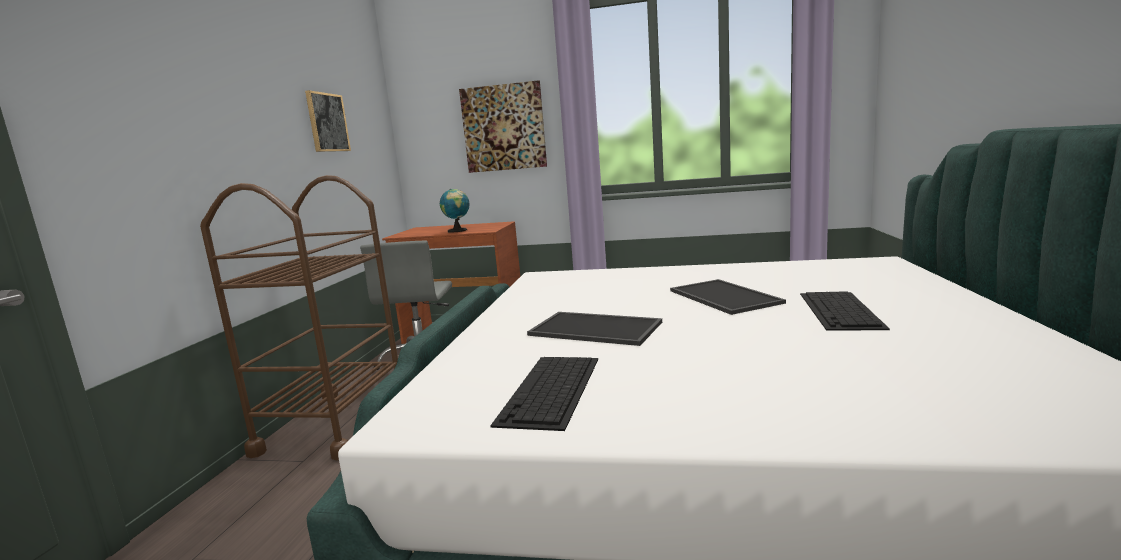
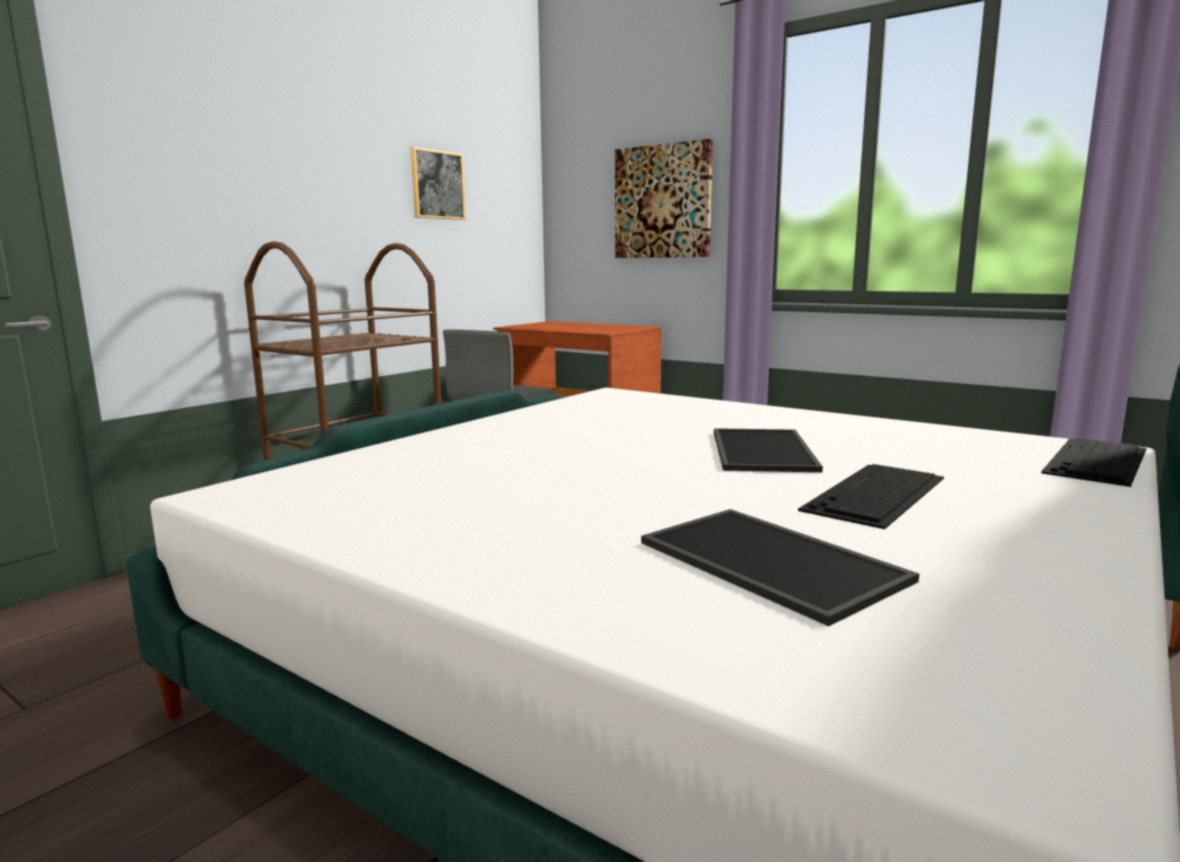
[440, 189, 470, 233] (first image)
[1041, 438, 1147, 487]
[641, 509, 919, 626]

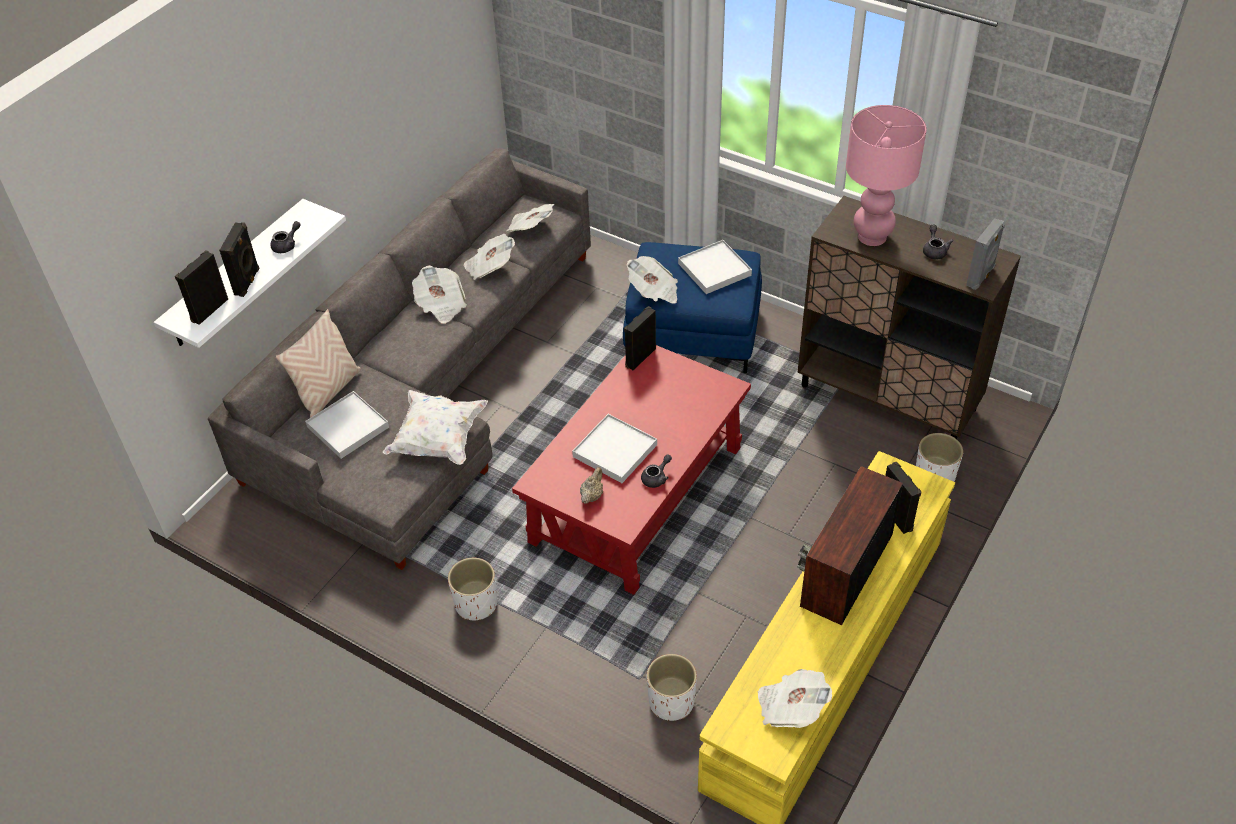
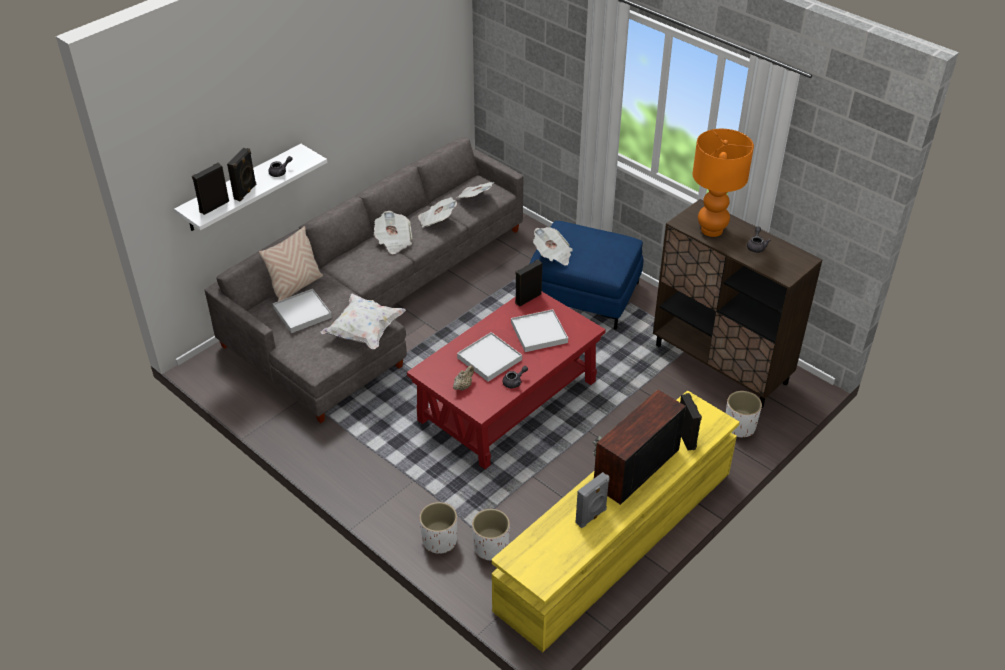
[419, 502, 457, 554]
[511, 309, 568, 352]
[758, 669, 832, 728] (first image)
[693, 129, 754, 237]
[575, 472, 609, 528]

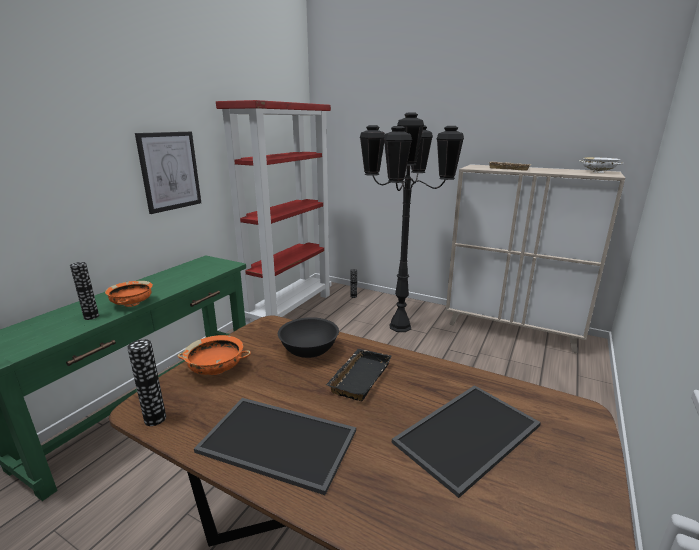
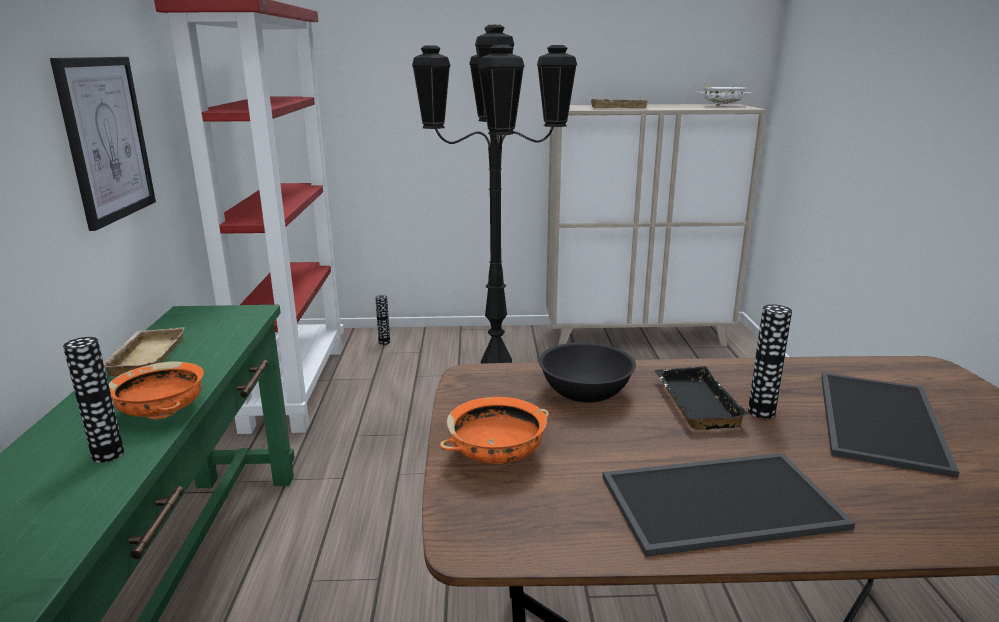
[748, 304, 792, 419]
[104, 327, 185, 377]

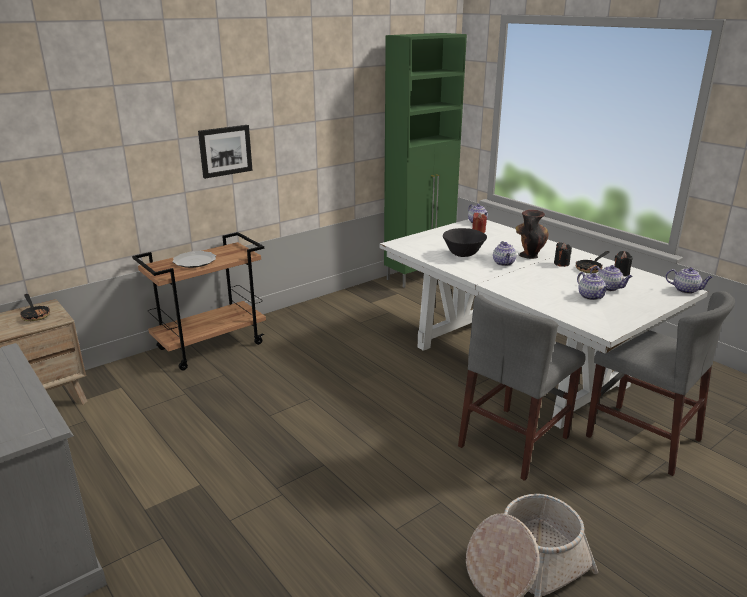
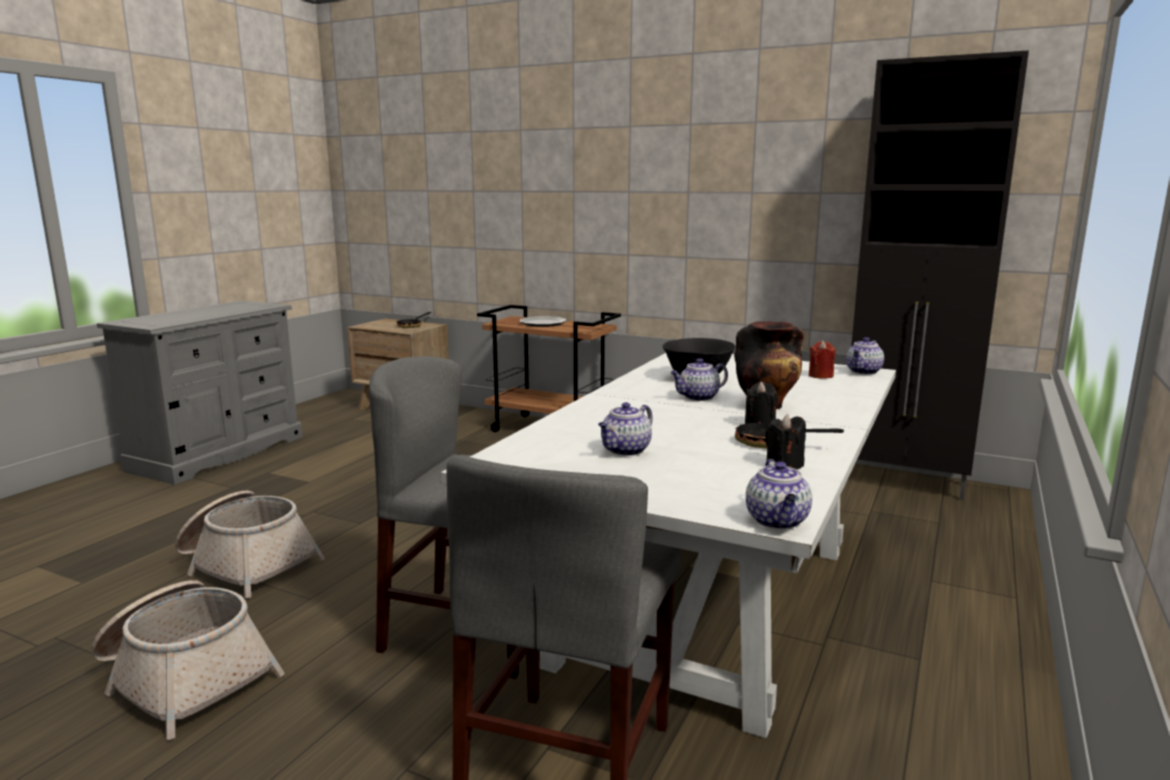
[198, 125, 253, 179] (first image)
[847, 50, 1029, 500]
[590, 265, 633, 291] (first image)
[175, 491, 325, 598]

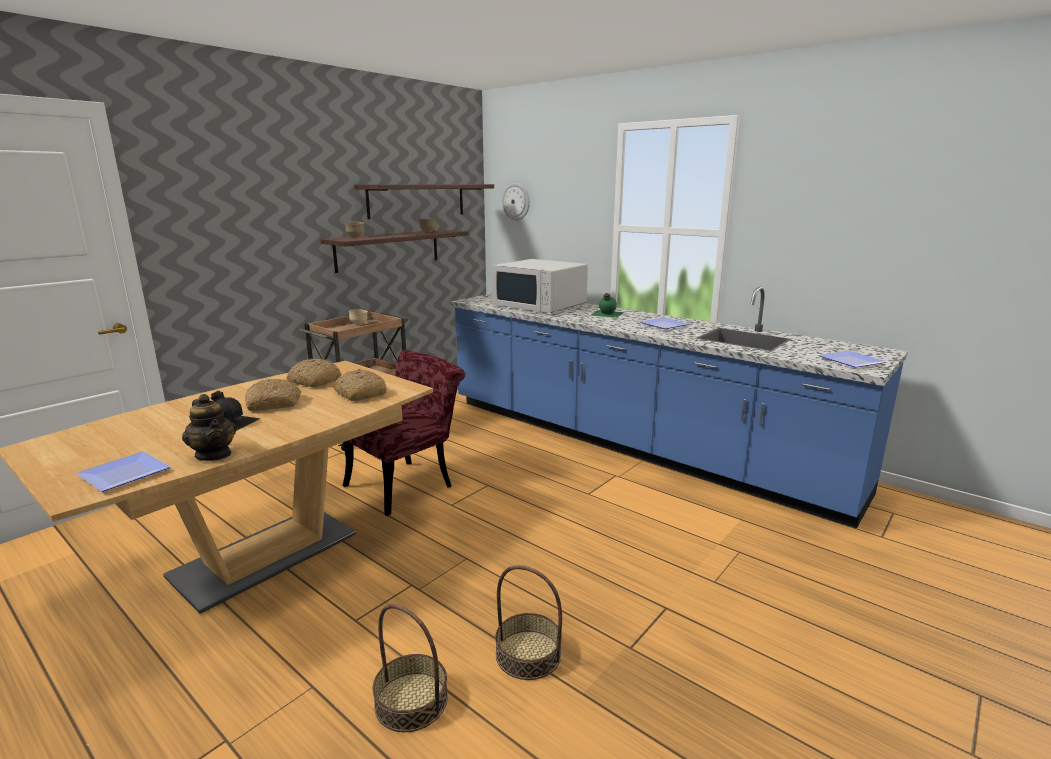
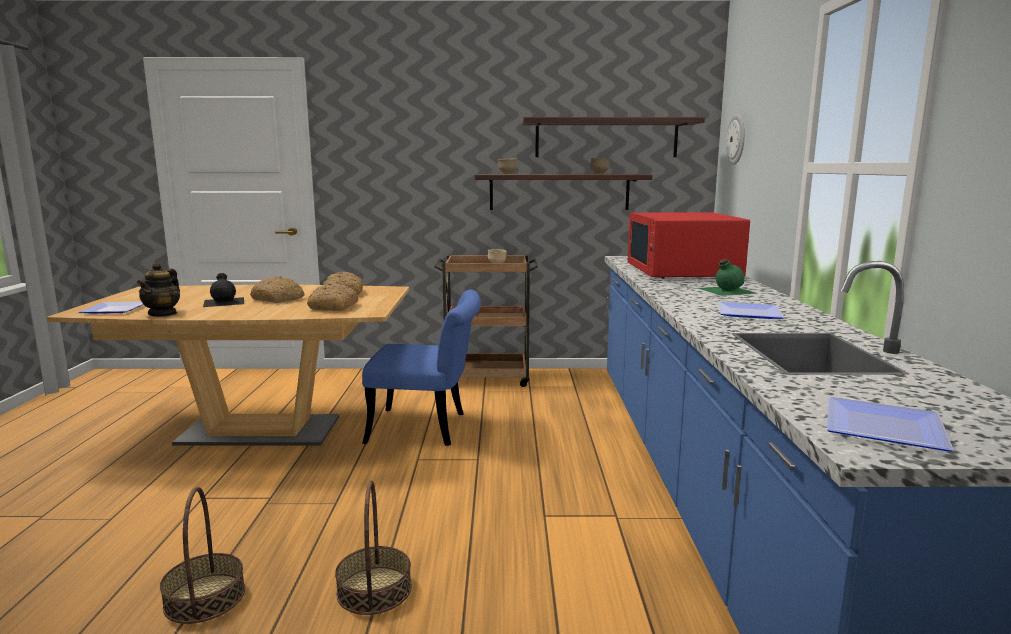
[362, 290, 481, 446]
[335, 481, 412, 615]
[628, 212, 750, 279]

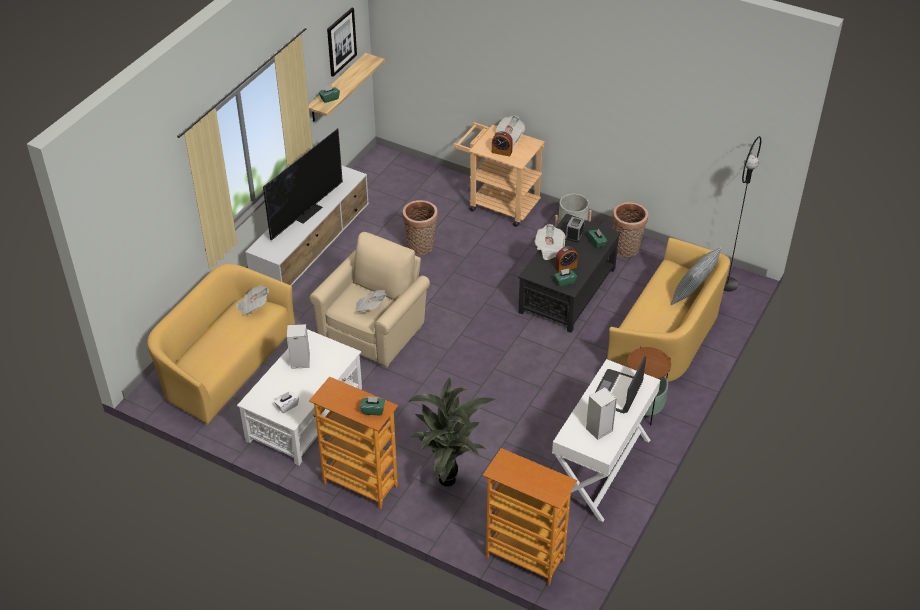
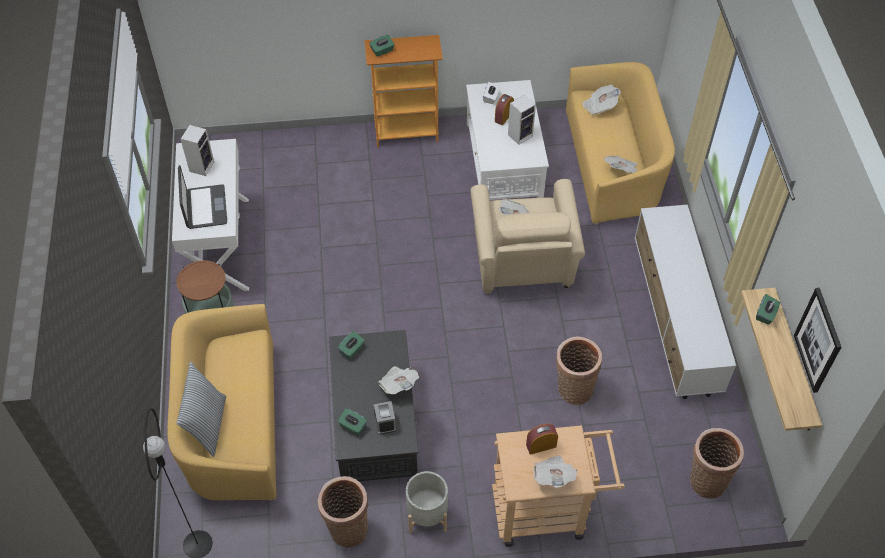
[263, 128, 343, 241] (first image)
[408, 377, 495, 487] (first image)
[483, 448, 577, 586] (first image)
[495, 94, 514, 125]
[582, 85, 621, 115]
[690, 428, 744, 499]

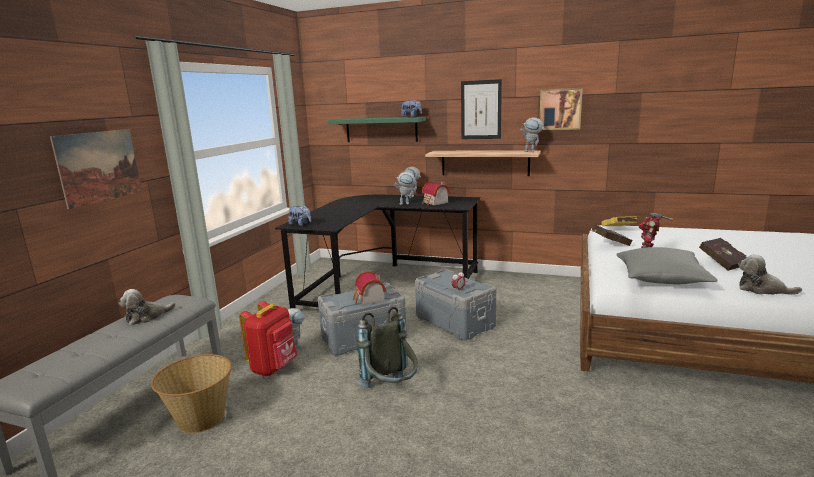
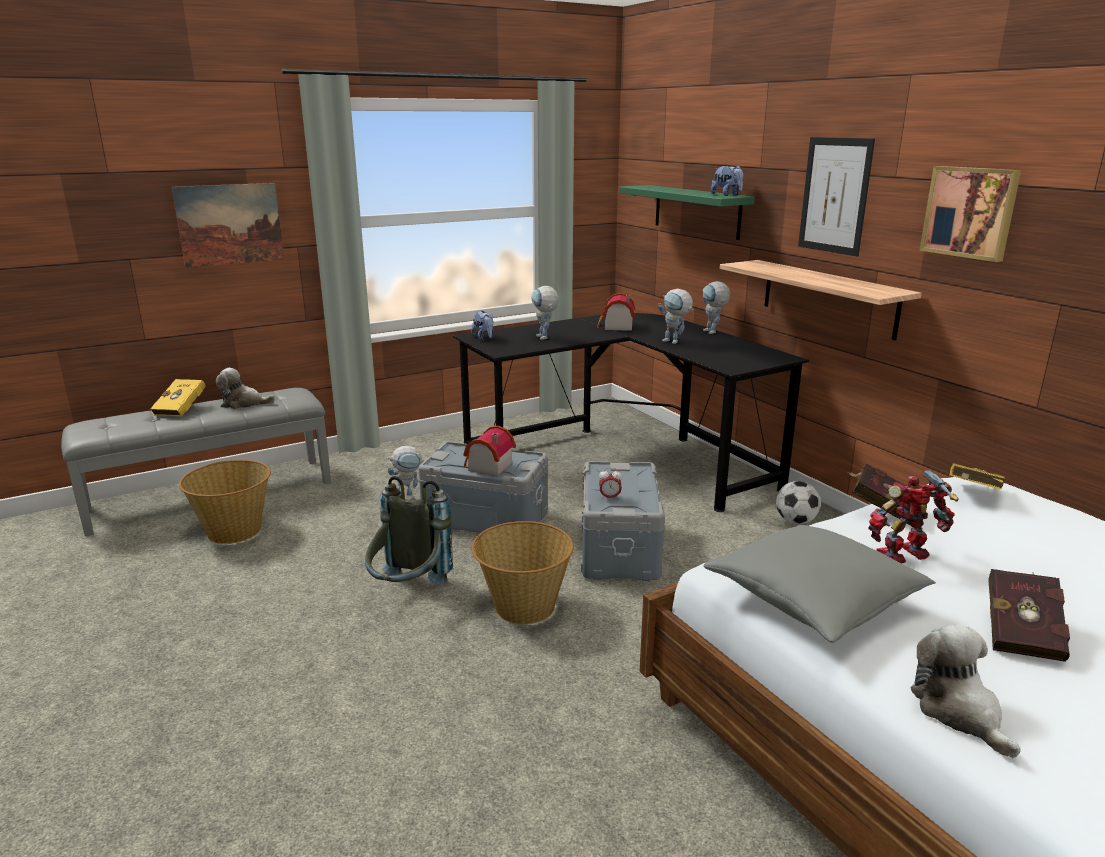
[239, 301, 297, 376] (first image)
[597, 293, 635, 331]
[531, 286, 559, 340]
[150, 379, 206, 416]
[471, 521, 574, 624]
[776, 481, 821, 524]

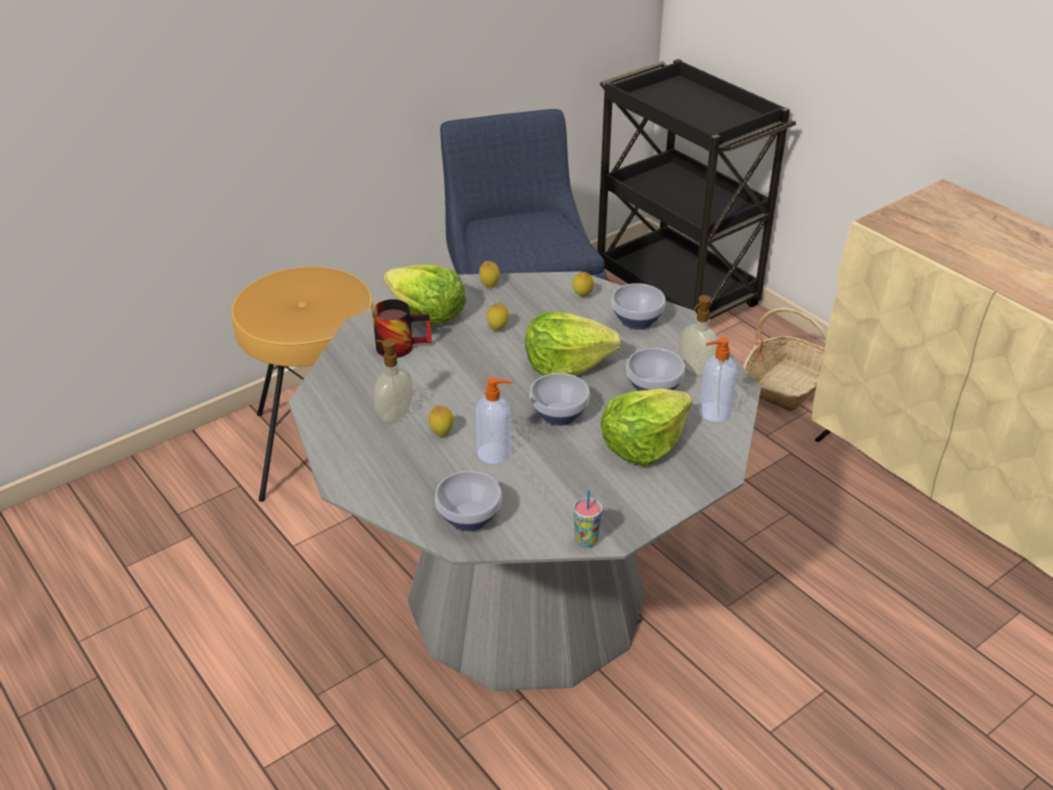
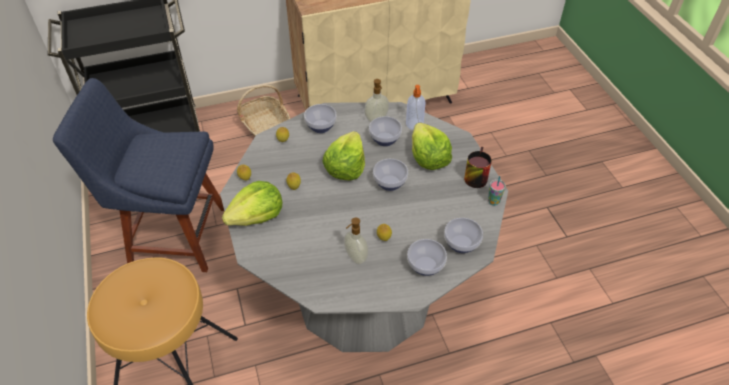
[464, 147, 492, 188]
[476, 377, 513, 464] (first image)
[407, 239, 447, 276]

